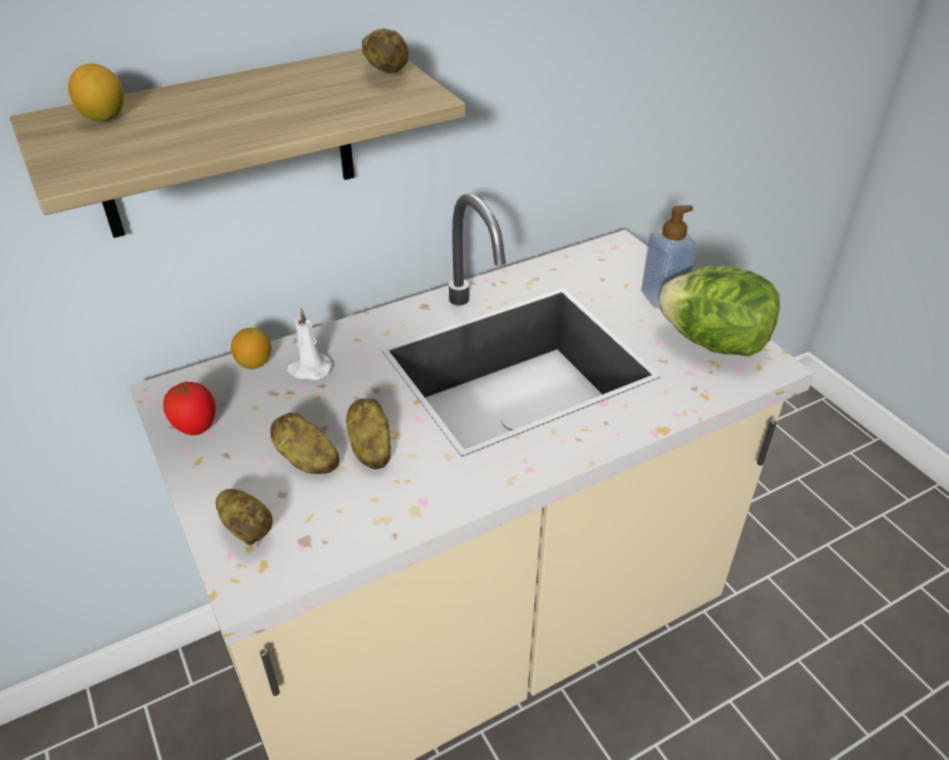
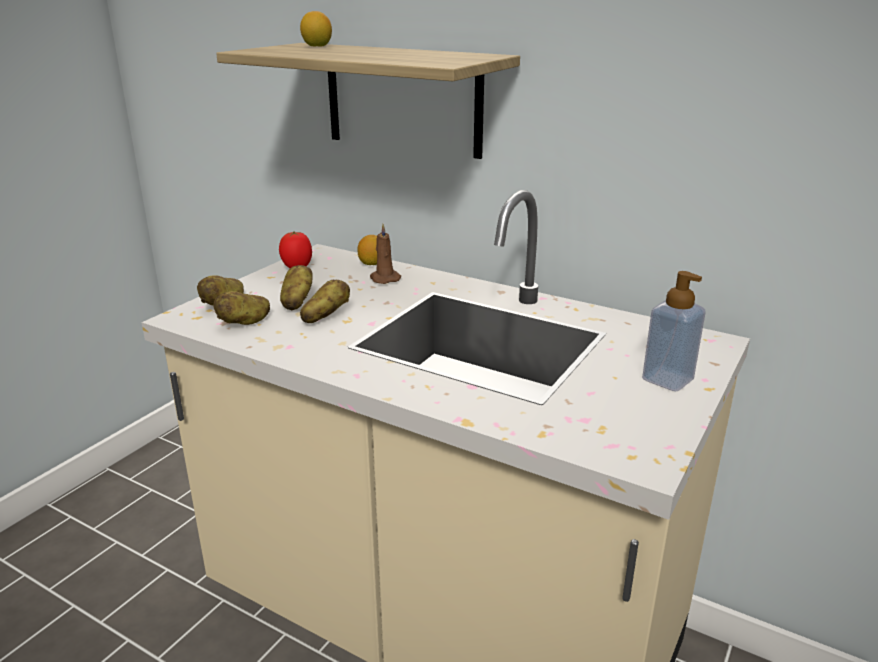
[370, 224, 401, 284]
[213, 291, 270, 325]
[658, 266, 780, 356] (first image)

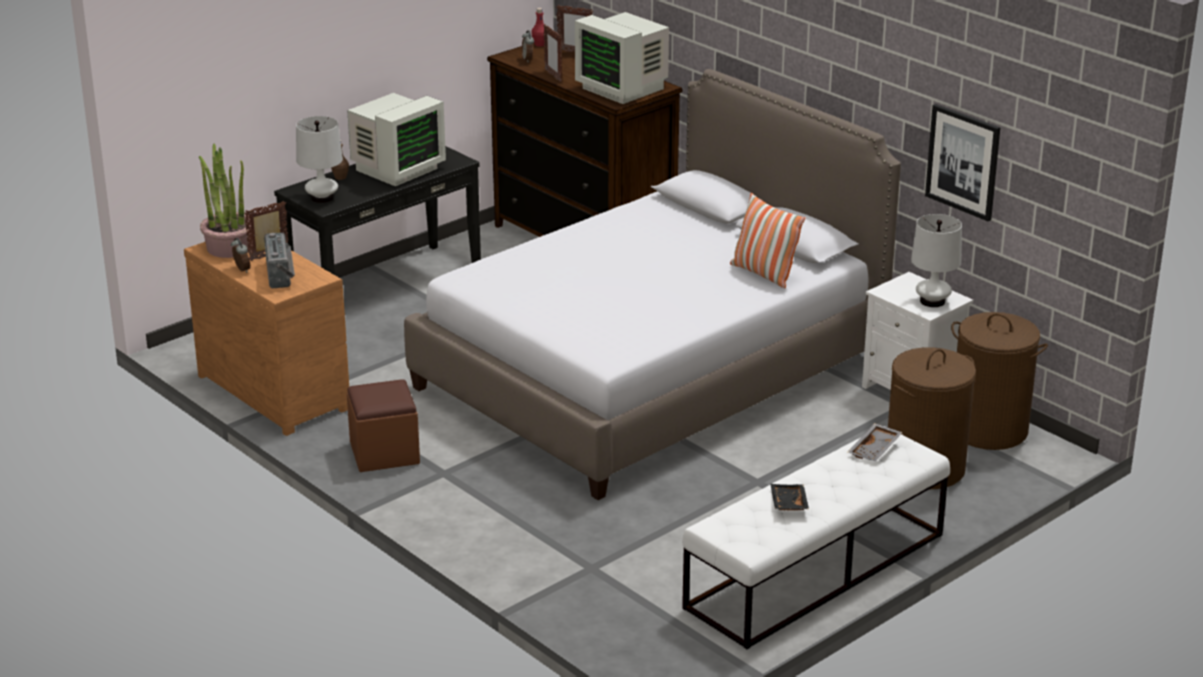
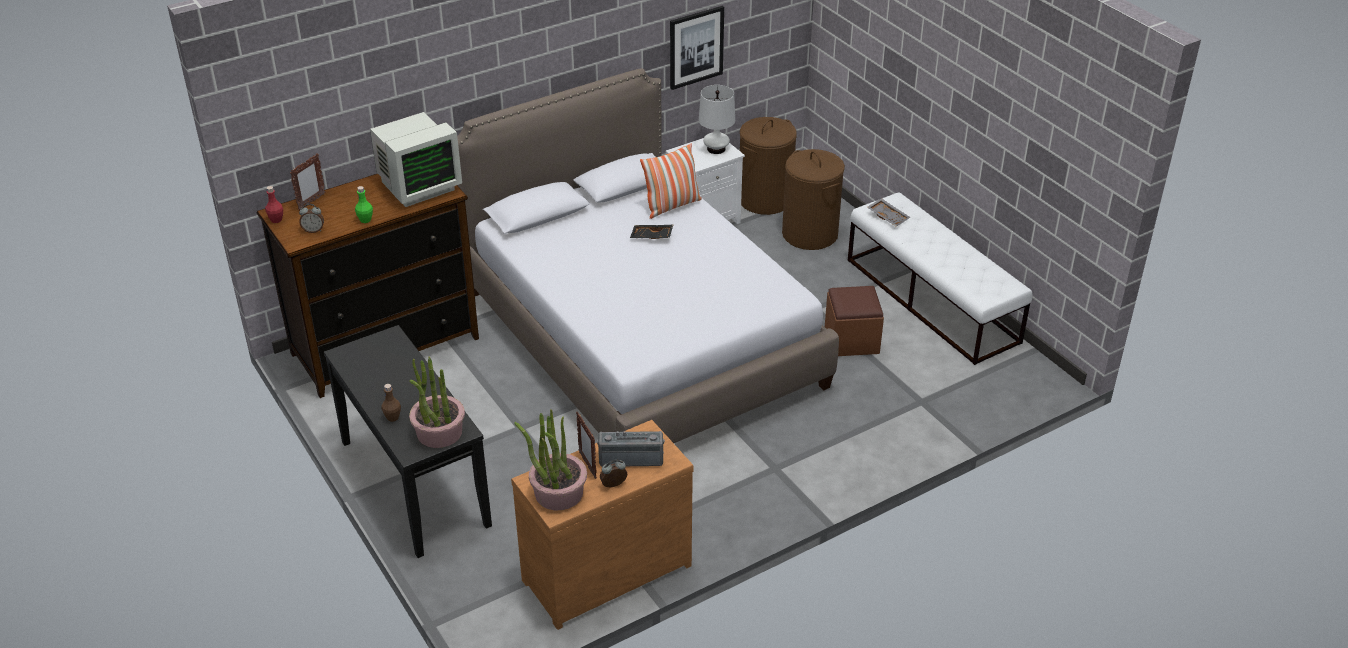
[409, 356, 465, 448]
[347, 93, 446, 186] (first image)
[825, 286, 884, 356]
[355, 186, 373, 223]
[630, 225, 673, 239]

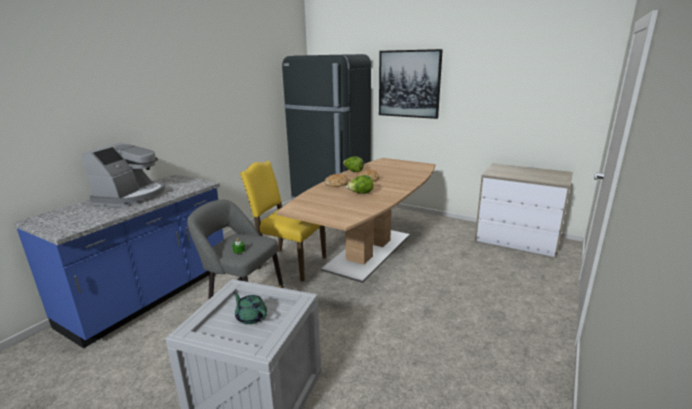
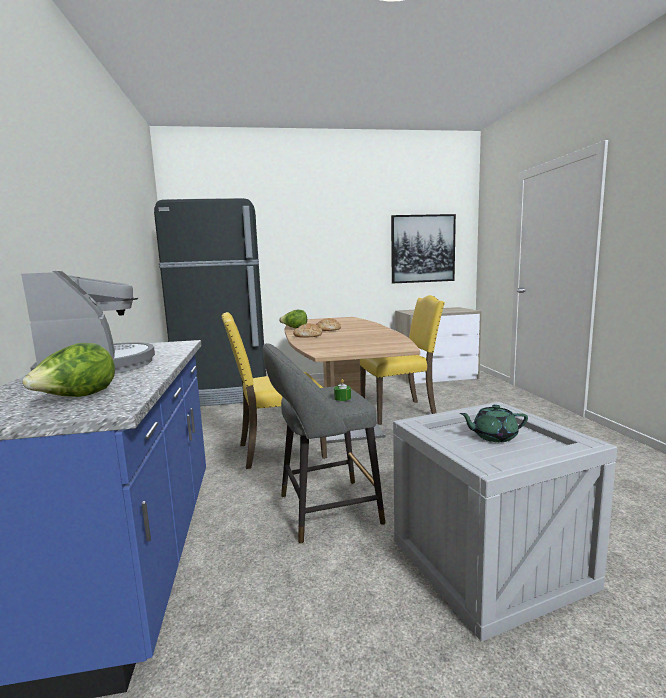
[22, 343, 115, 397]
[391, 214, 456, 283]
[360, 295, 445, 425]

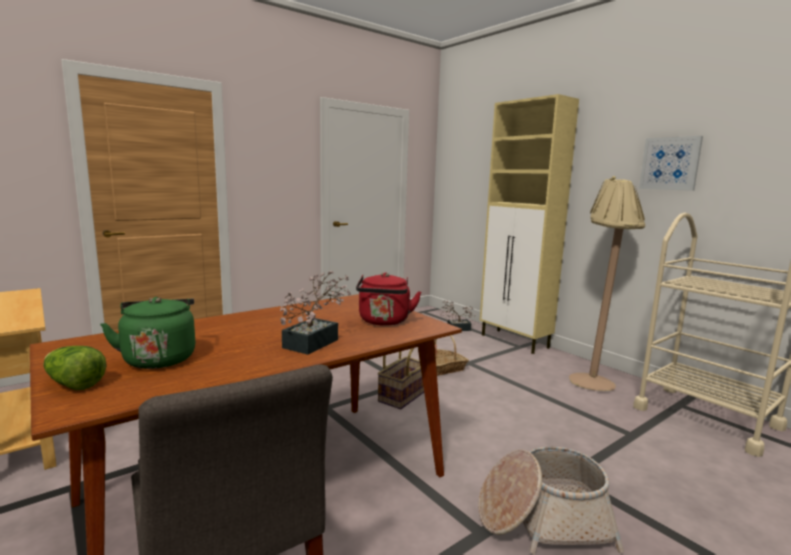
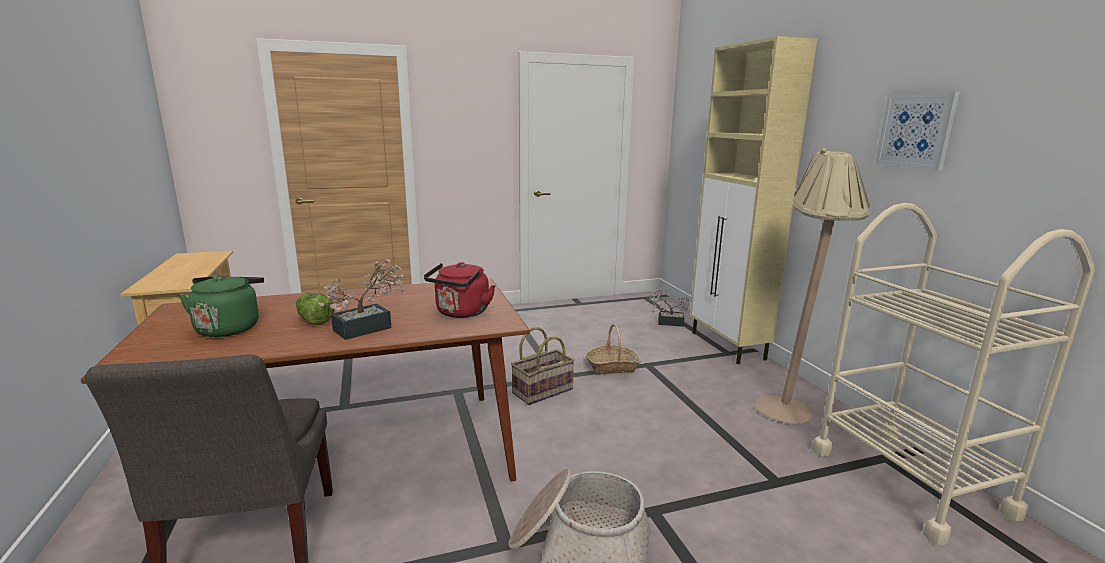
[296, 293, 334, 325]

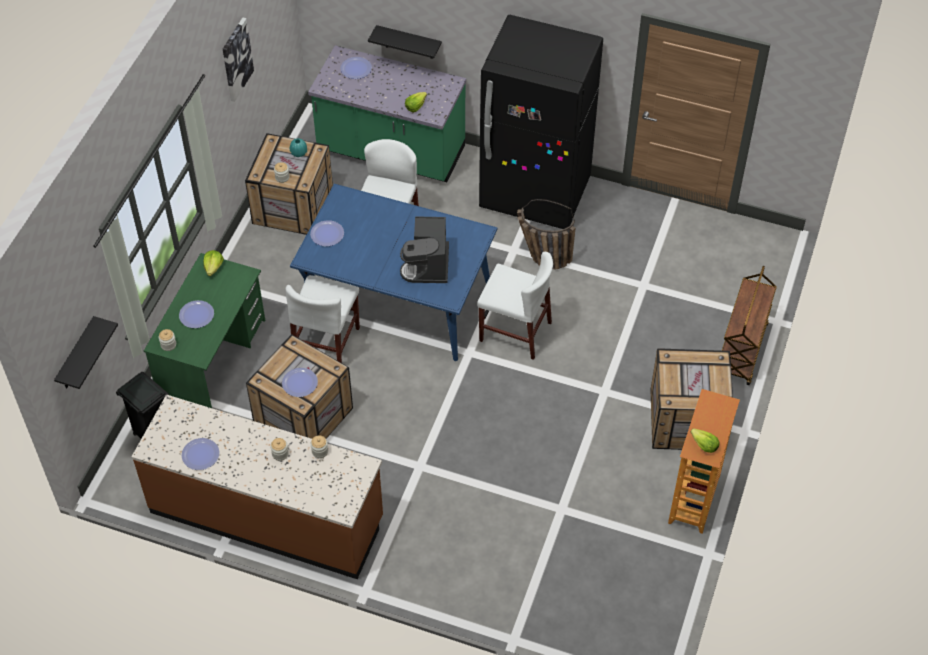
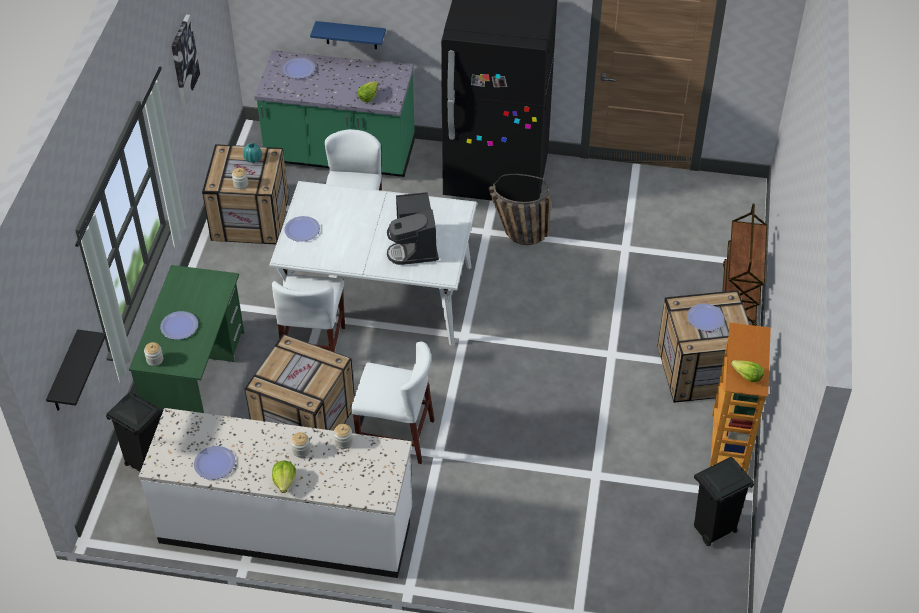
[139, 408, 412, 578]
[272, 460, 296, 493]
[687, 303, 724, 331]
[269, 181, 477, 346]
[310, 21, 386, 49]
[351, 341, 434, 464]
[694, 457, 754, 546]

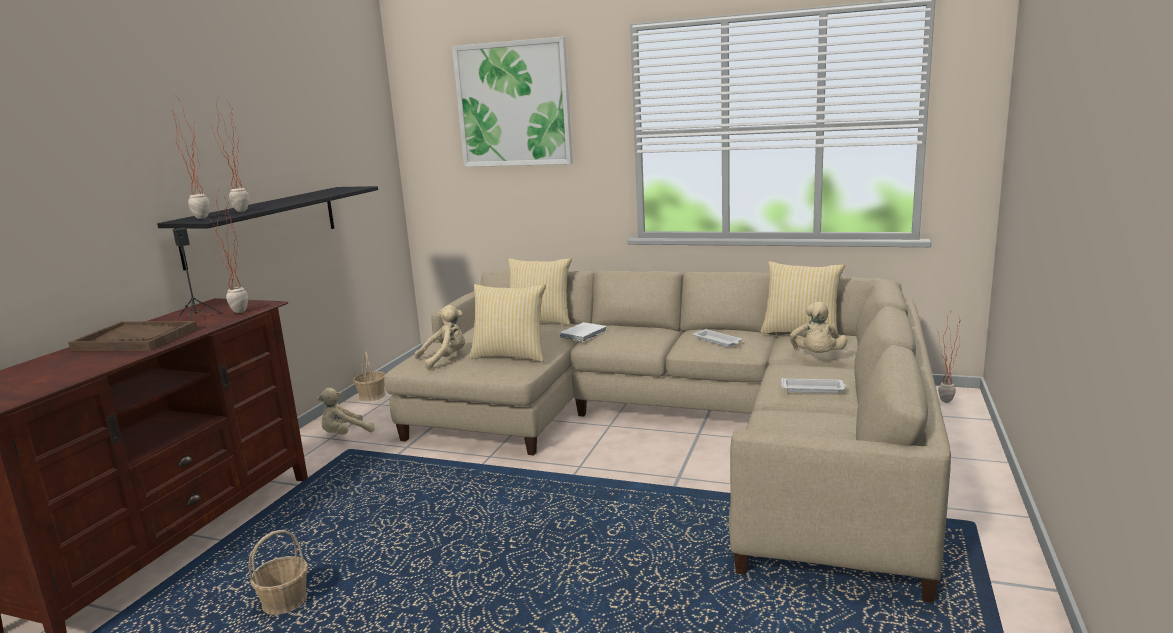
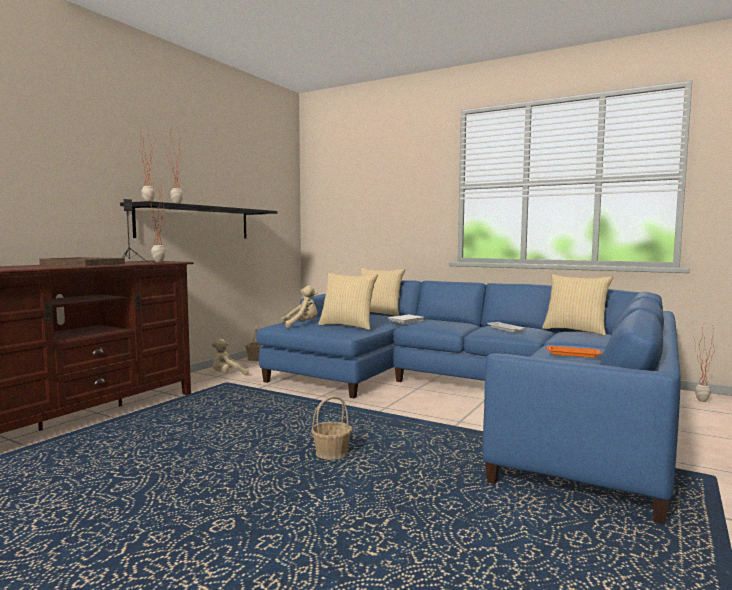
[311, 396, 352, 460]
[257, 281, 681, 525]
[452, 37, 573, 167] (first image)
[546, 345, 602, 358]
[790, 302, 847, 353] (first image)

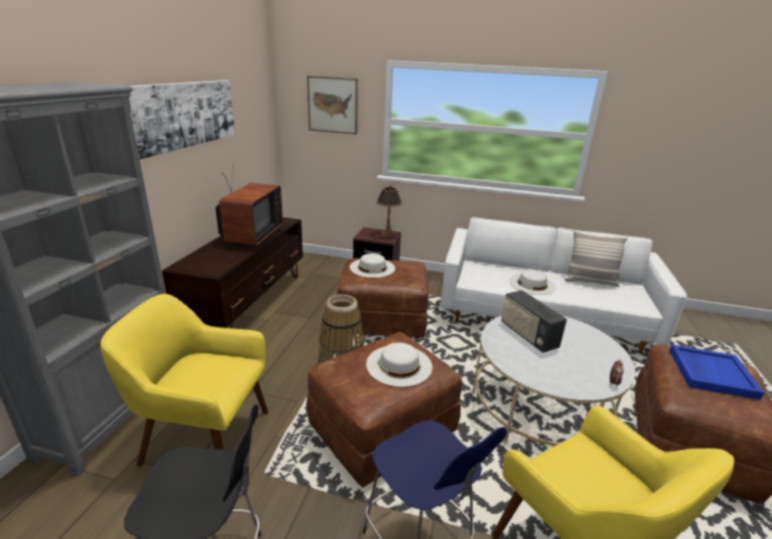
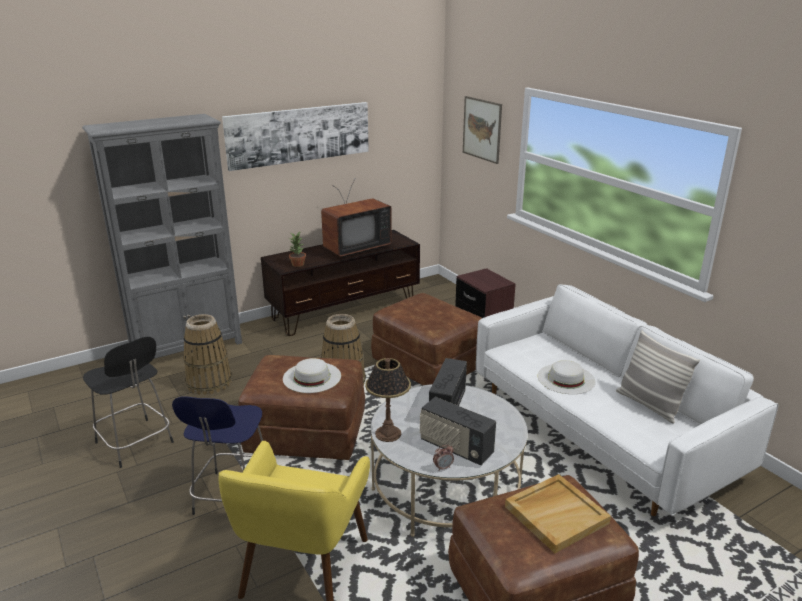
[183, 314, 232, 395]
[350, 254, 395, 278] (first image)
[365, 358, 411, 442]
[505, 474, 611, 553]
[289, 231, 306, 267]
[420, 397, 496, 465]

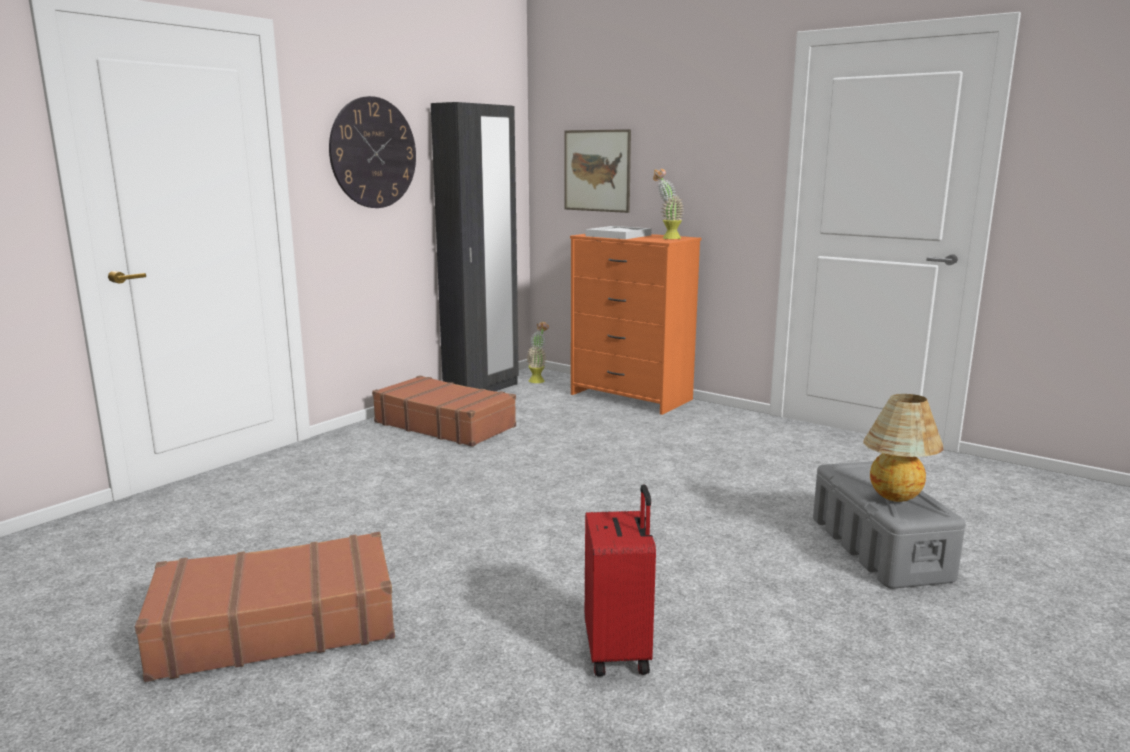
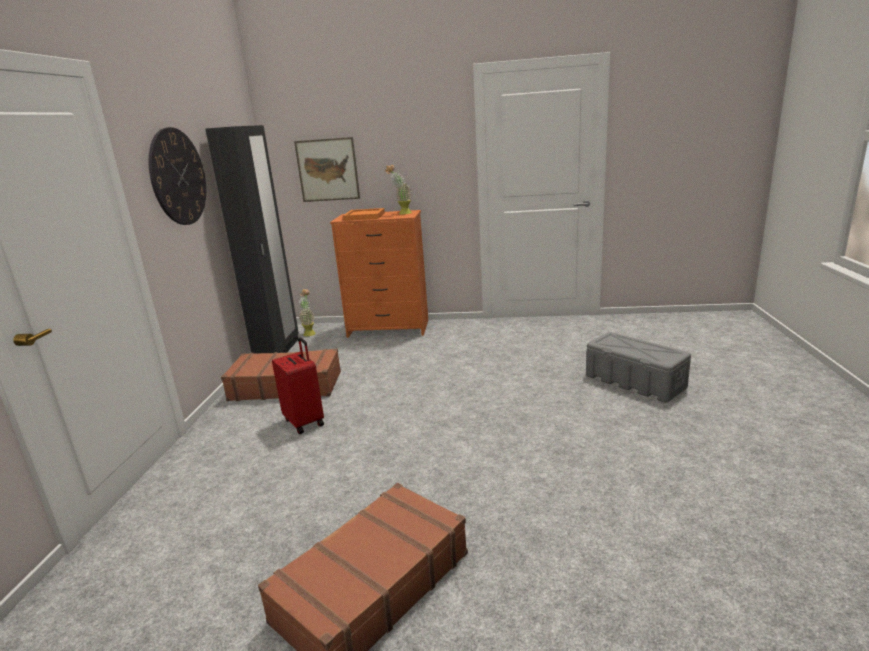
[343, 208, 385, 221]
[272, 337, 324, 434]
[863, 394, 943, 502] (first image)

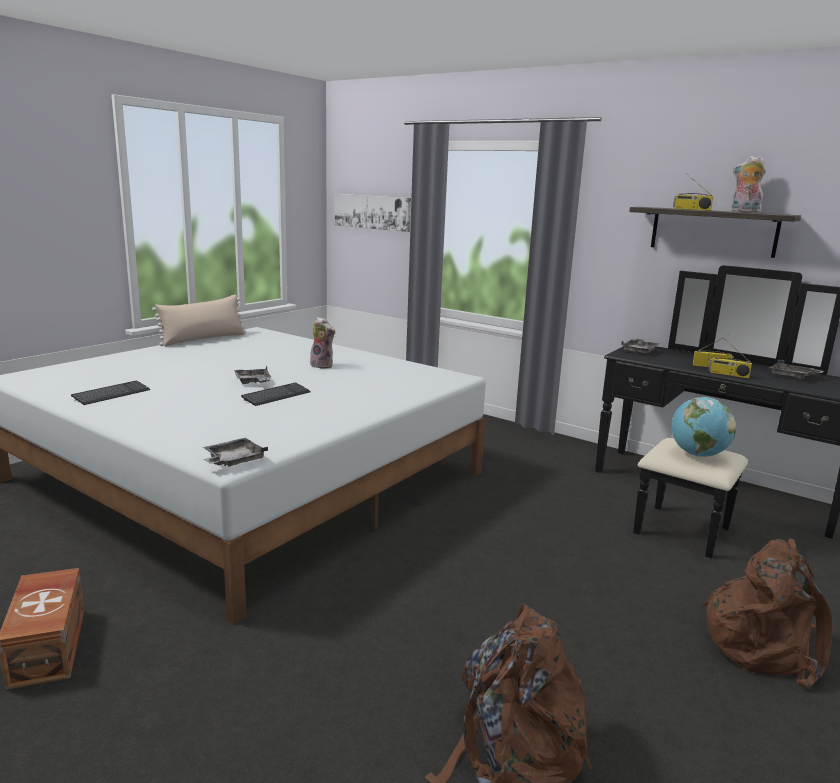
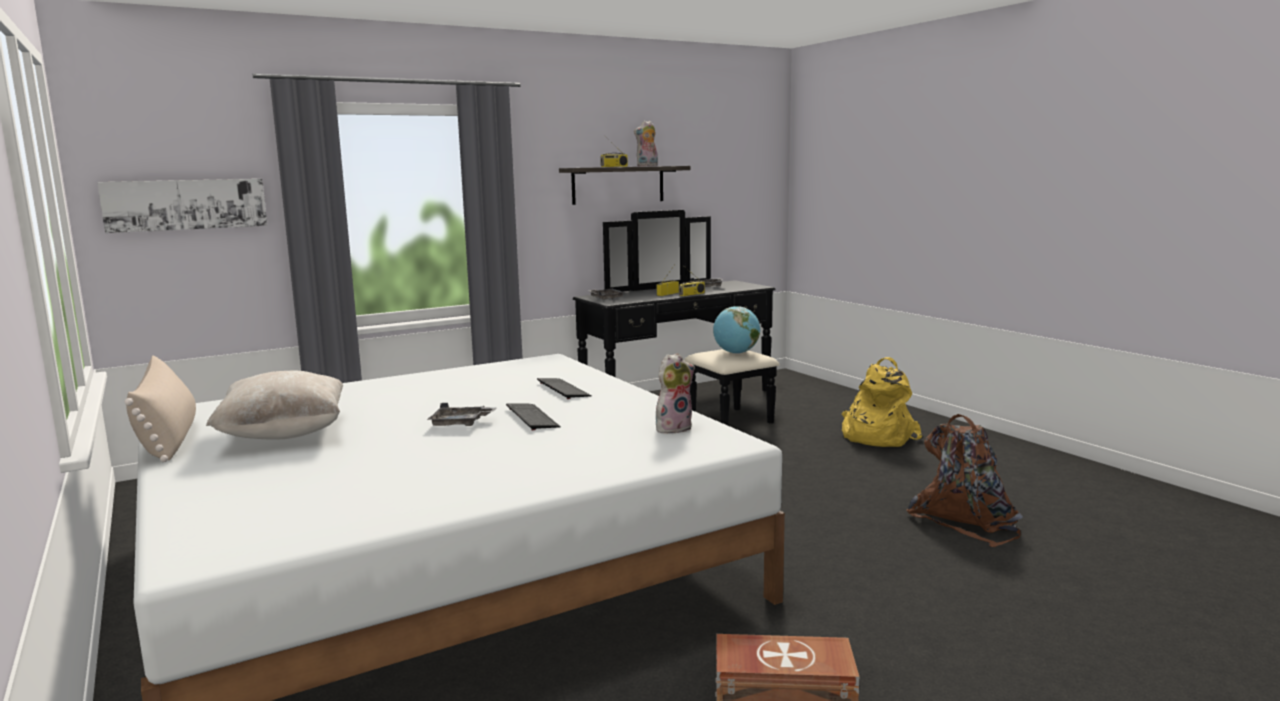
[537, 378, 592, 399]
[203, 438, 268, 466] (first image)
[656, 353, 695, 433]
[841, 357, 922, 447]
[206, 370, 343, 440]

